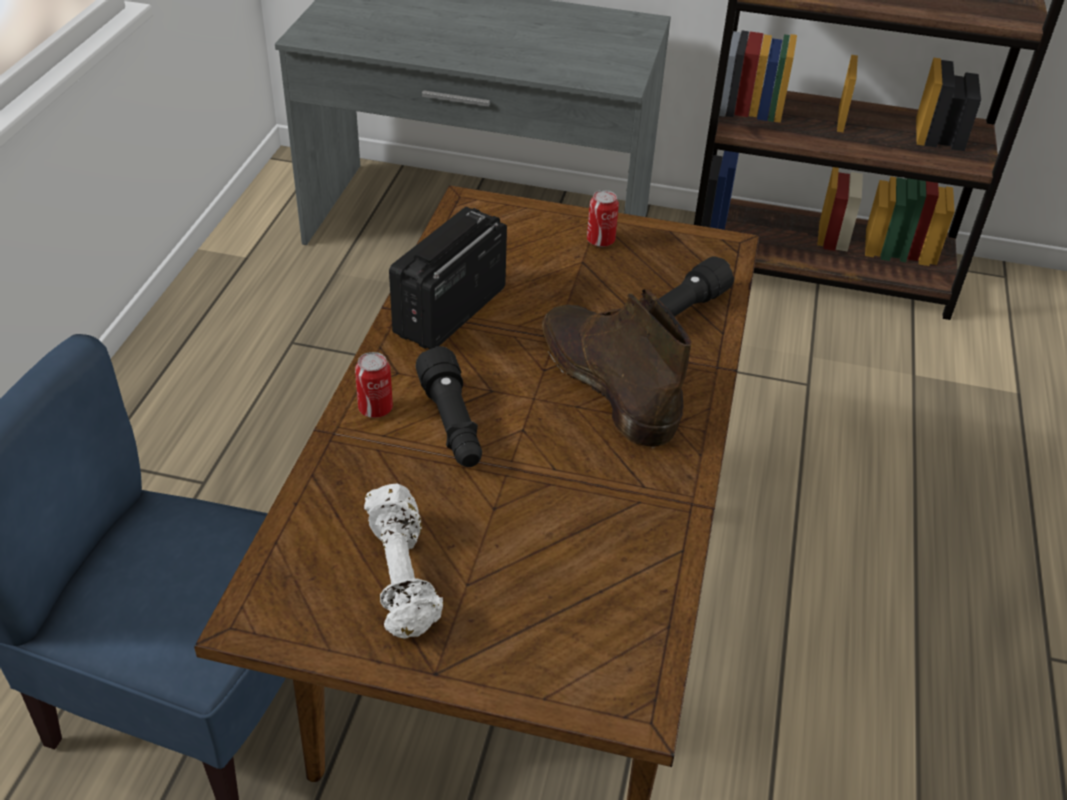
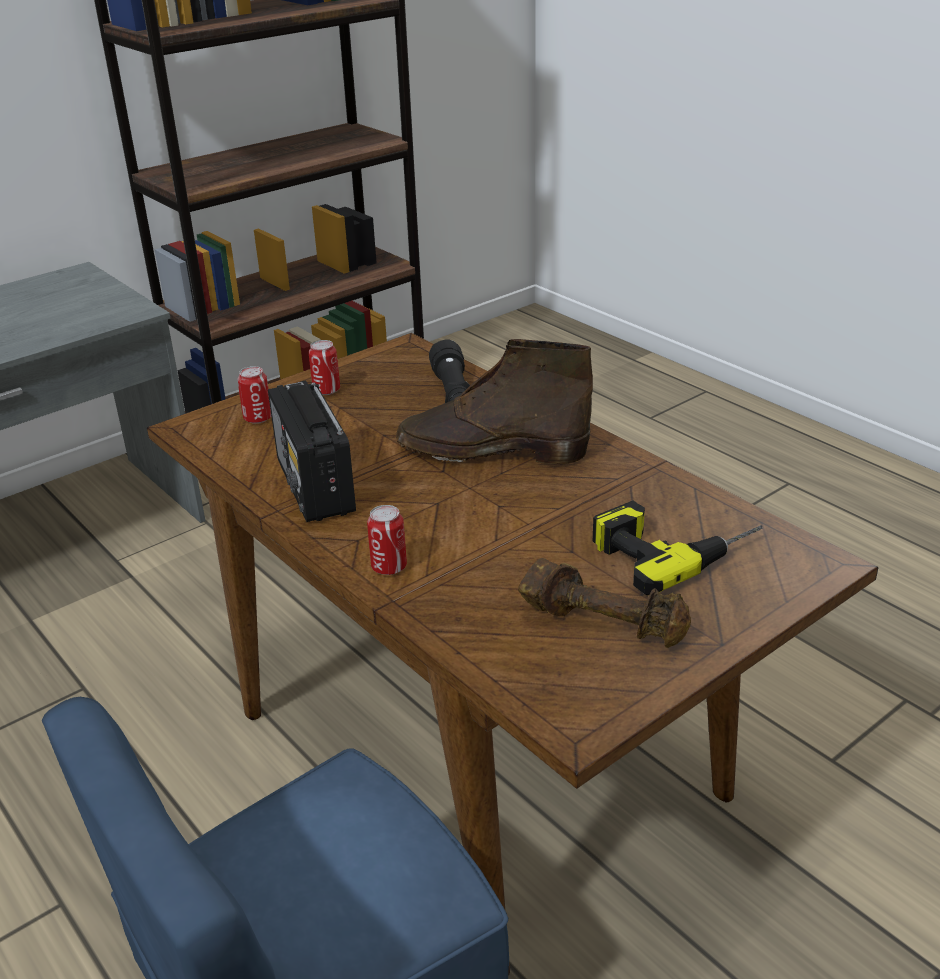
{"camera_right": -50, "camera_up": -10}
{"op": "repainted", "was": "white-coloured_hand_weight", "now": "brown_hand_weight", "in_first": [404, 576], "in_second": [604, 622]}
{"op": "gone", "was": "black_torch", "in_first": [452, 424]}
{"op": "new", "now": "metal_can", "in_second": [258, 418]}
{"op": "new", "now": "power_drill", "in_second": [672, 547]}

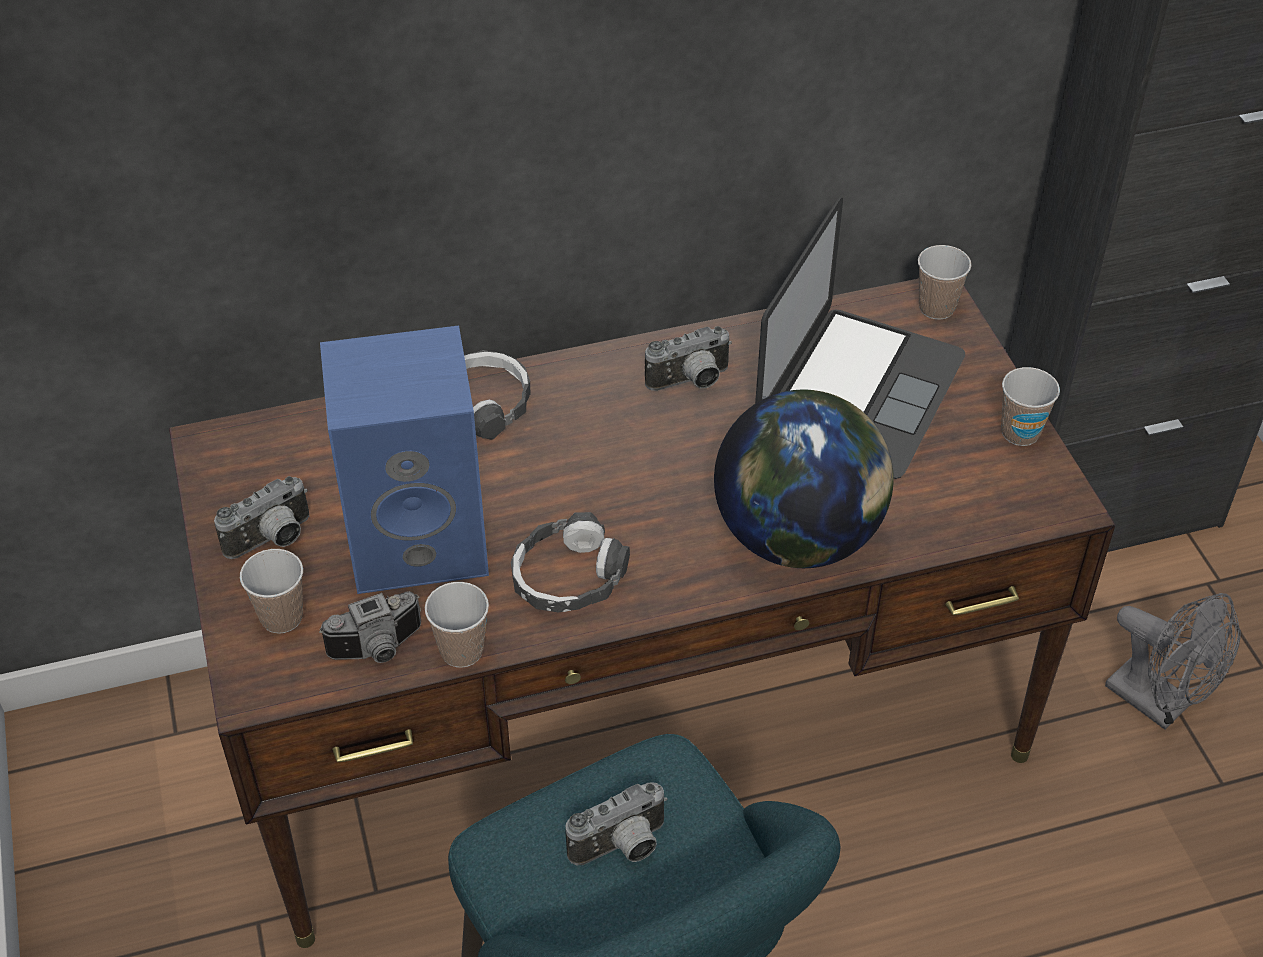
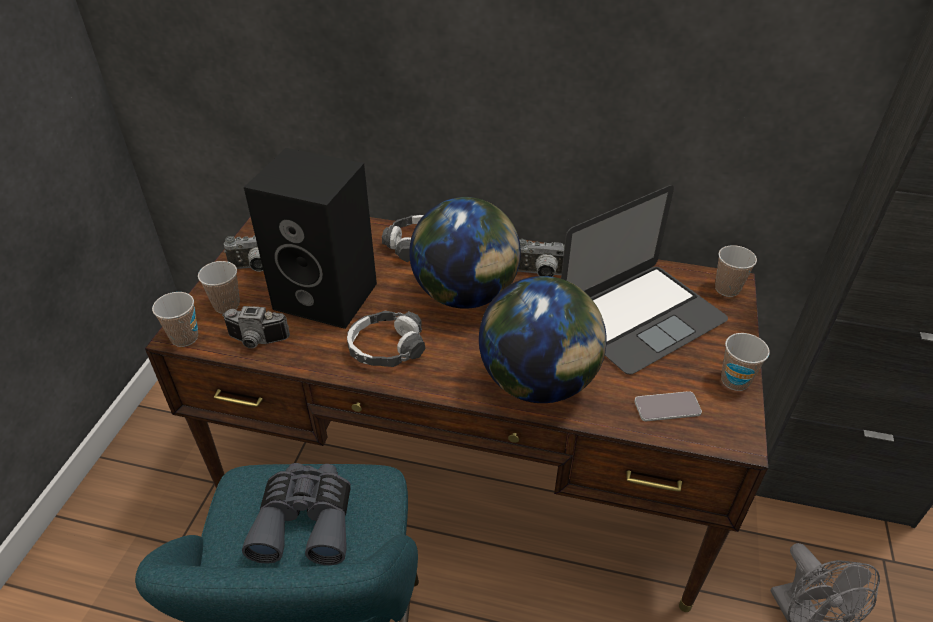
{"camera_right": 30, "camera_up": -5}
{"op": "repainted", "was": "blue-coloured_audio_speaker", "now": "black_audio_speaker", "in_first": [421, 538], "in_second": [329, 295]}
{"op": "shifted", "was": "drinking_cup", "in_first": [461, 651], "in_second": [185, 338]}
{"op": "swapped", "was": "photo_camera", "now": "greyish_pair_of_binoculars", "in_first": [622, 848], "in_second": [306, 521]}
{"op": "new", "now": "desk_globe", "in_second": [465, 294]}
{"op": "new", "now": "phone", "in_second": [667, 407]}

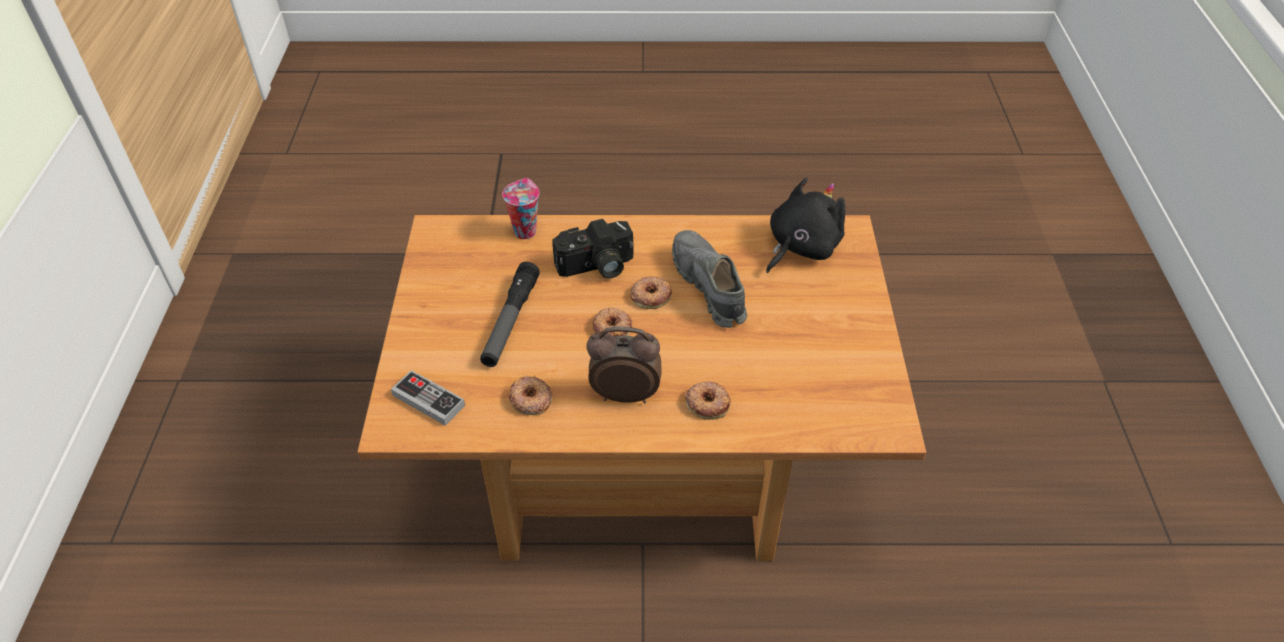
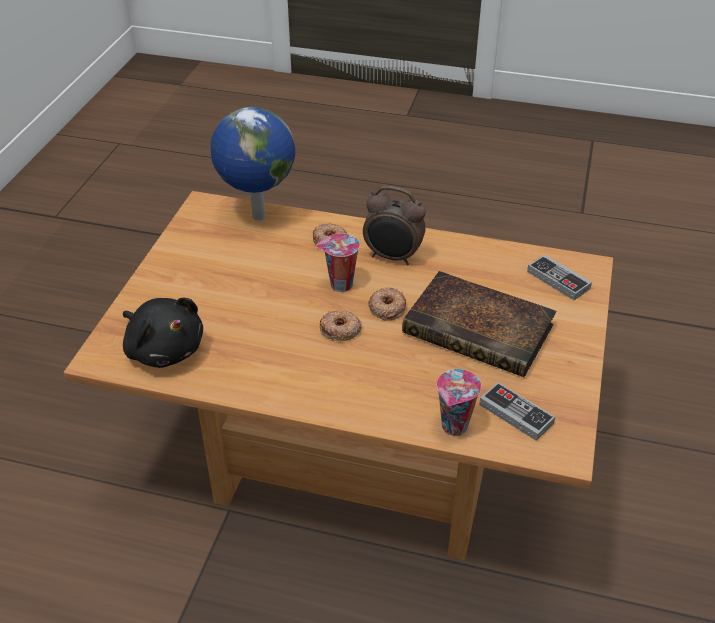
{"camera_right": -165, "camera_up": -5}
{"op": "swapped", "was": "torch", "now": "book", "in_first": [510, 321], "in_second": [482, 330]}
{"op": "gone", "was": "doughnut", "in_first": [530, 399]}
{"op": "gone", "was": "photo_camera", "in_first": [596, 267]}
{"op": "gone", "was": "greyish_low_shoe", "in_first": [708, 286]}
{"op": "rotated", "was": "black_cuddly_toy", "in_first": [800, 247], "in_second": [164, 349], "clockwise": -105}
{"op": "new", "now": "desk_globe", "in_second": [257, 217]}
{"op": "new", "now": "drinking_cup", "in_second": [339, 285]}
{"op": "new", "now": "gamepad", "in_second": [516, 414]}

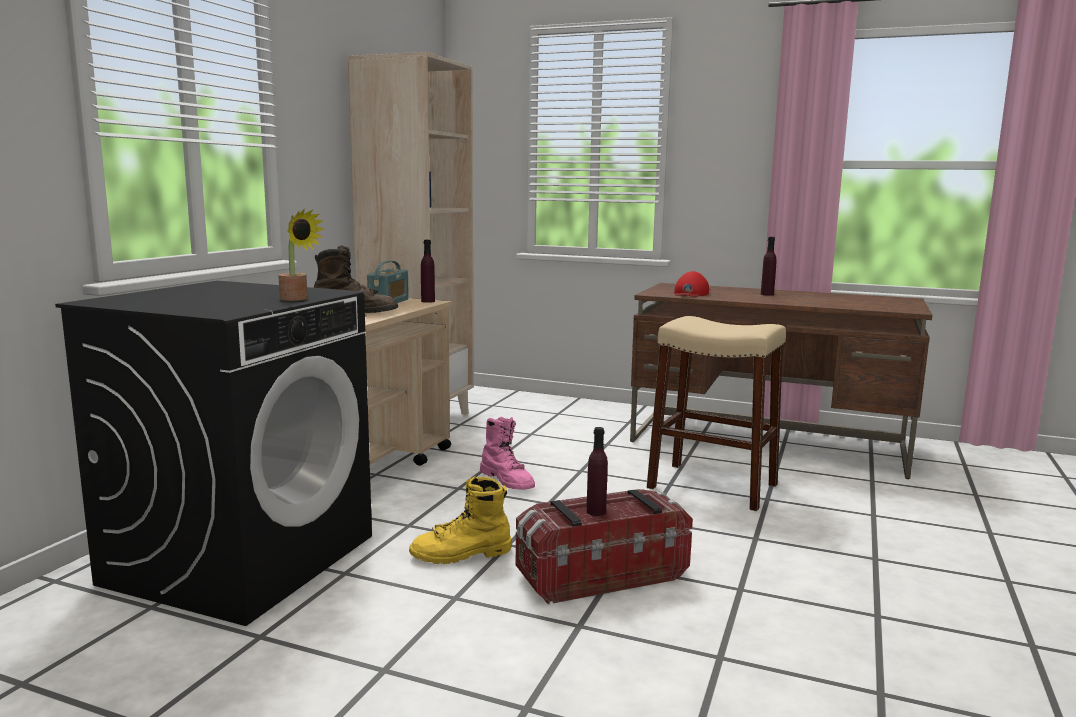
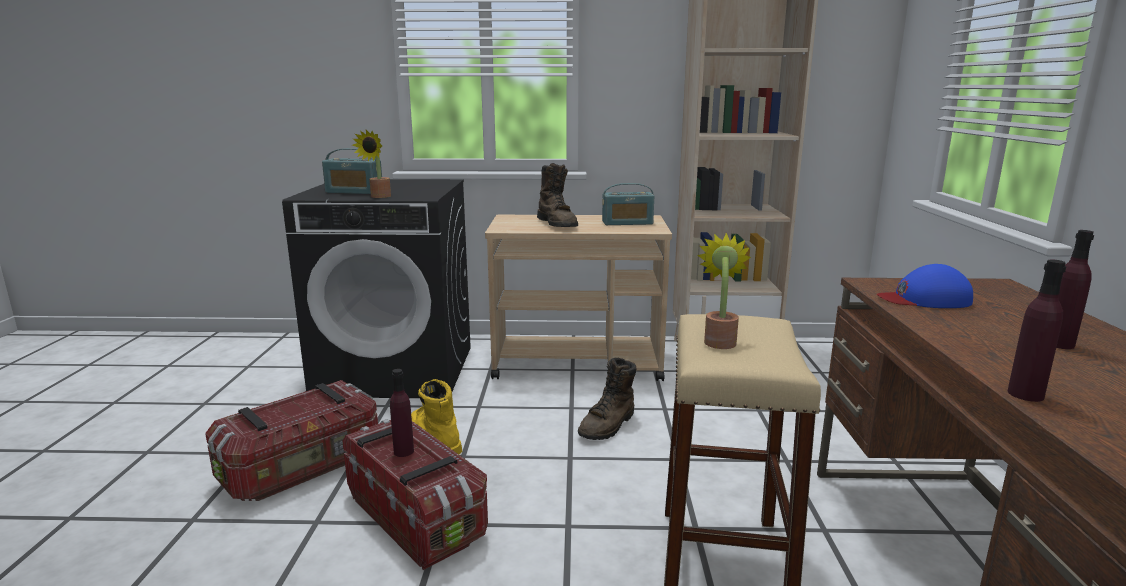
{"camera_right": 70, "camera_up": 5}
{"op": "shifted", "was": "purplish_drink_bottle", "in_first": [428, 301], "in_second": [1025, 394]}
{"op": "repainted", "was": "pinkish_high-top_boot", "now": "brown_high-top_boot", "in_first": [508, 481], "in_second": [608, 426]}
{"op": "repainted", "was": "reddish_cap", "now": "blue-coloured_cap", "in_first": [690, 293], "in_second": [925, 299]}
{"op": "new", "now": "storage_bin", "in_second": [303, 468]}
{"op": "new", "now": "radio", "in_second": [354, 192]}
{"op": "new", "now": "houseplant", "in_second": [719, 340]}

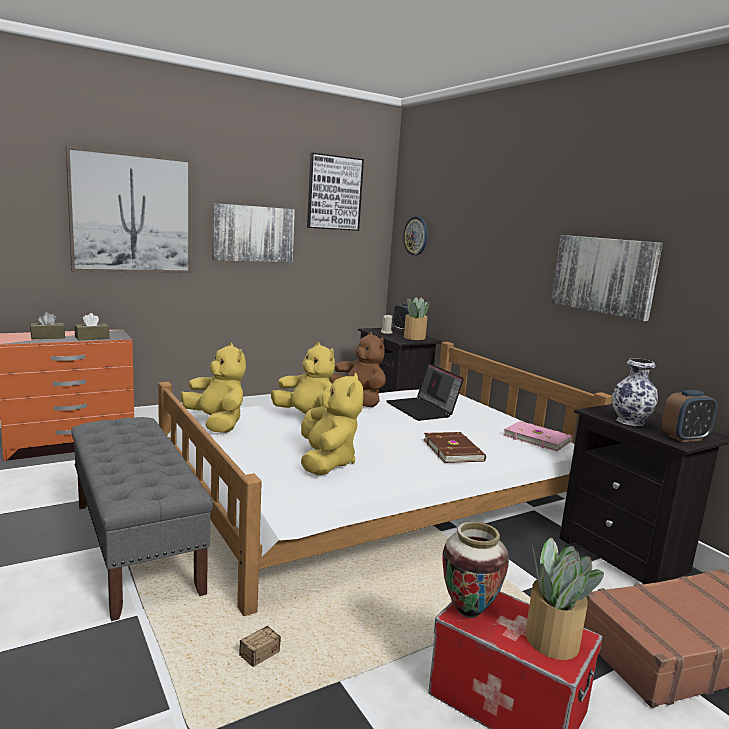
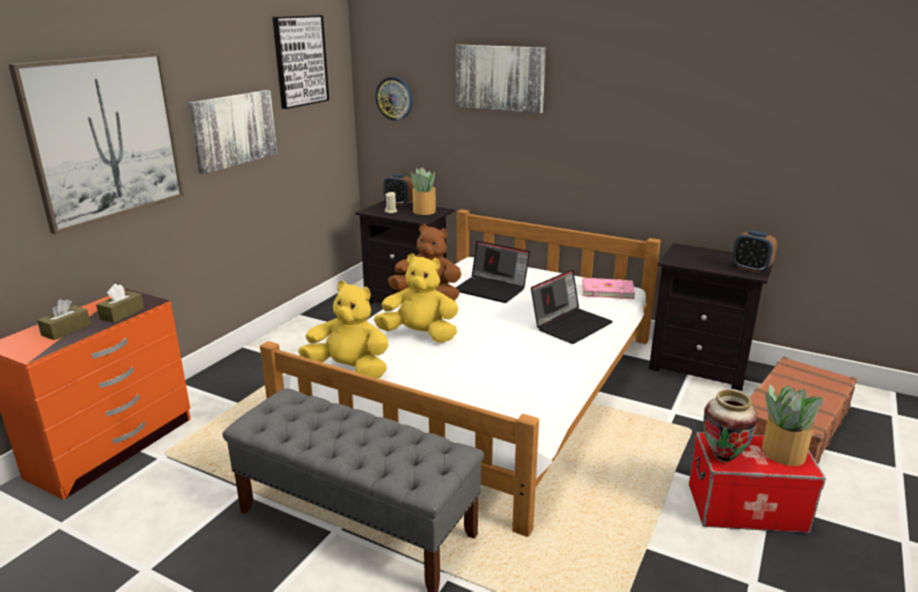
{"camera_right": -30, "camera_up": 10}
{"op": "gone", "was": "storage_bin", "in_first": [240, 666]}
{"op": "gone", "was": "yellow_cuddly_toy", "in_first": [326, 462]}
{"op": "swapped", "was": "brown_book", "now": "laptop", "in_first": [454, 450], "in_second": [571, 324]}
{"op": "shifted", "was": "picture", "in_first": [604, 275], "in_second": [500, 78]}
{"op": "gone", "was": "vase", "in_first": [631, 421]}
{"op": "rotated", "was": "bedside_clock", "in_first": [685, 438], "in_second": [750, 268], "clockwise": 90}

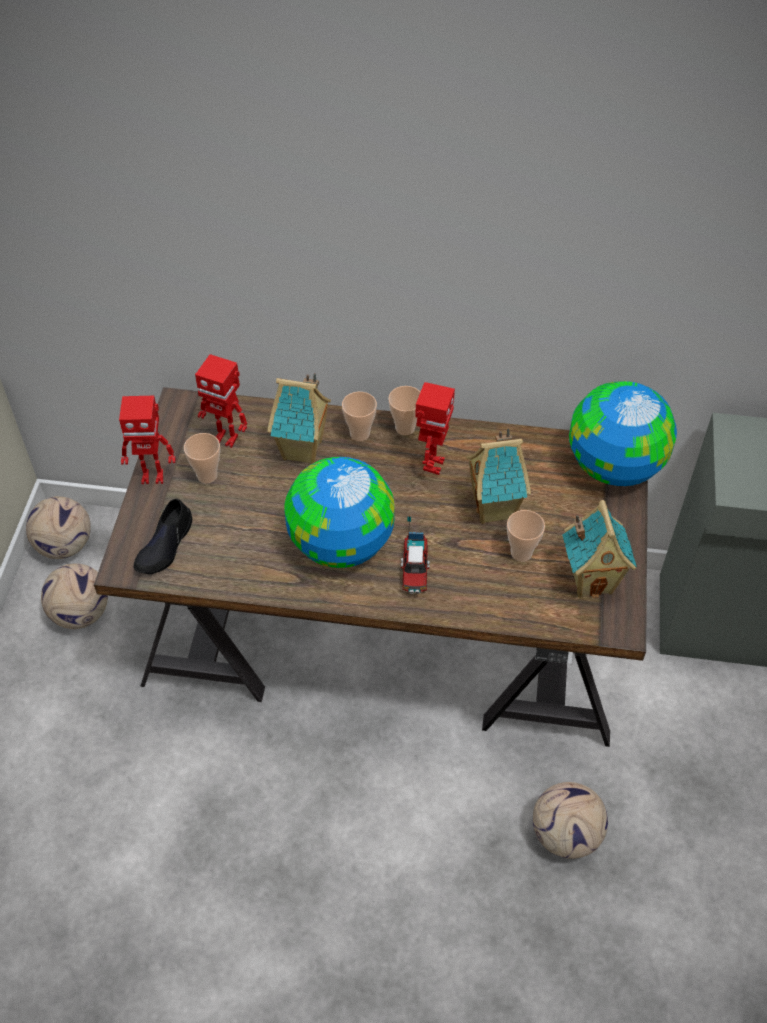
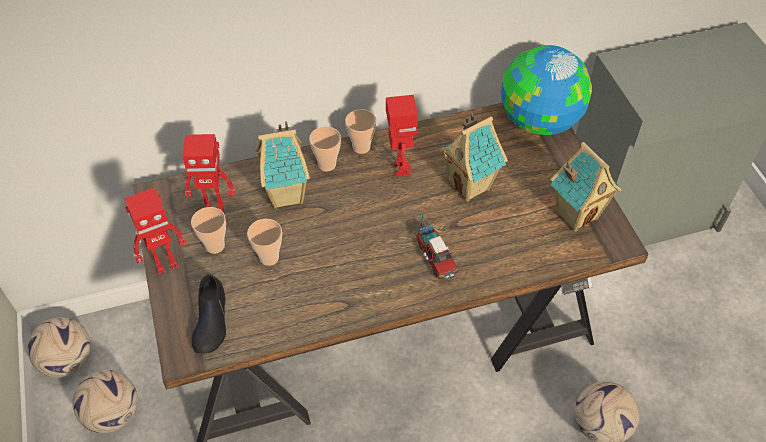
{"camera_right": -25, "camera_up": 0}
{"op": "gone", "was": "desk_globe", "in_first": [340, 544]}
{"op": "shifted", "was": "drinking_cup", "in_first": [521, 553], "in_second": [269, 257]}

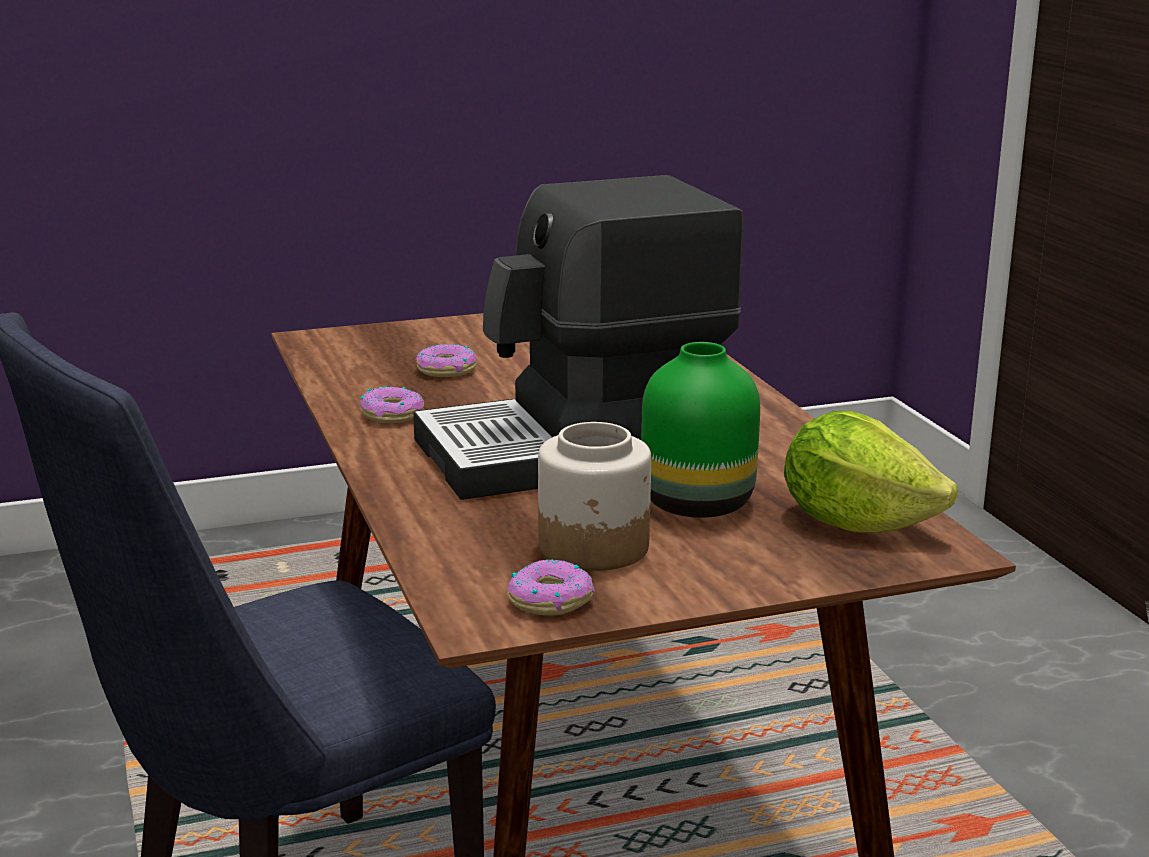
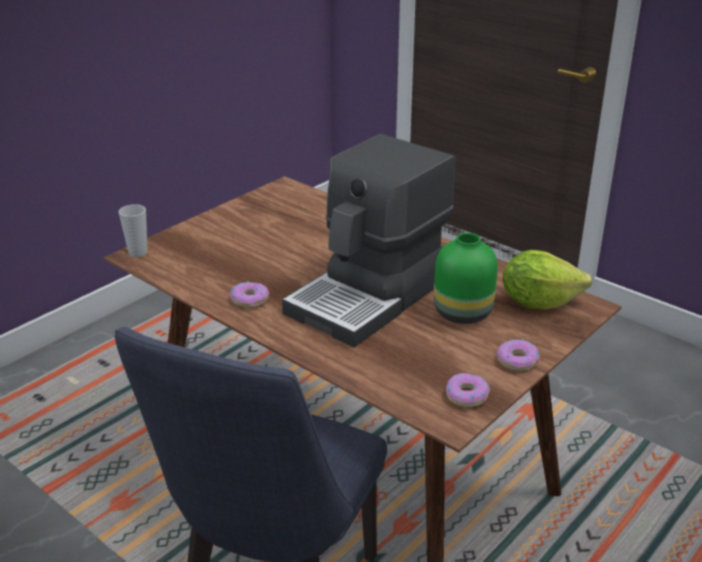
{"camera_right": -30, "camera_up": 10}
{"op": "shifted", "was": "doughnut", "in_first": [446, 370], "in_second": [518, 361]}
{"op": "gone", "was": "storage_jar", "in_first": [594, 547]}
{"op": "new", "now": "drinking_cup", "in_second": [138, 253]}

